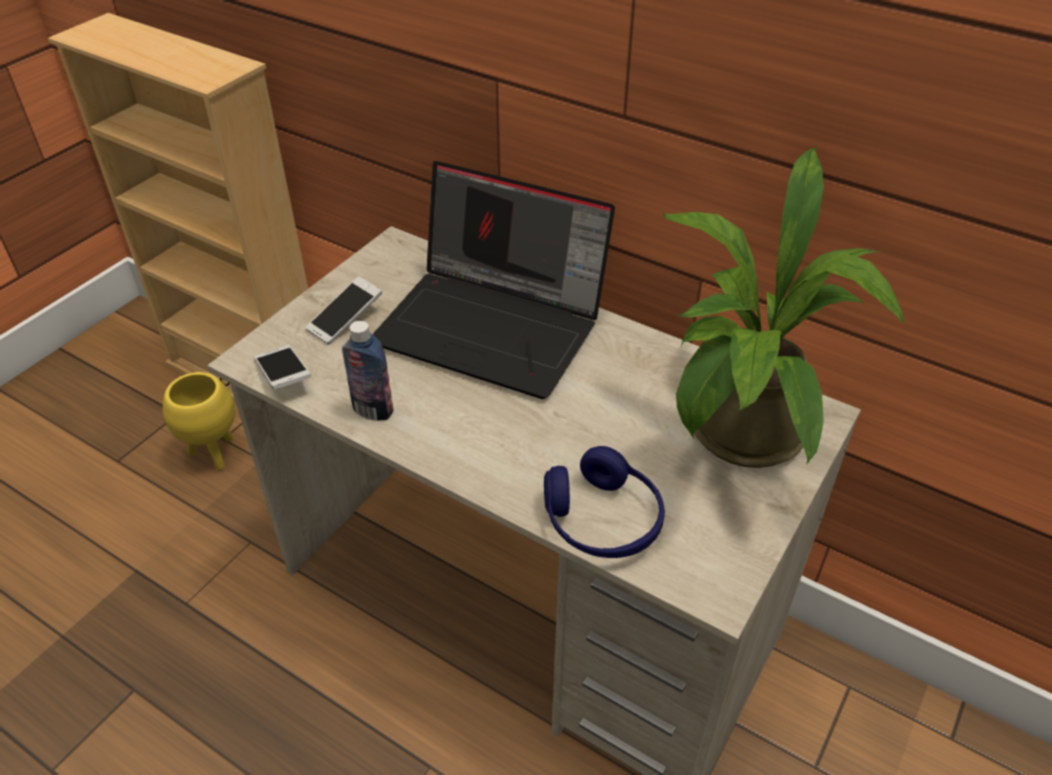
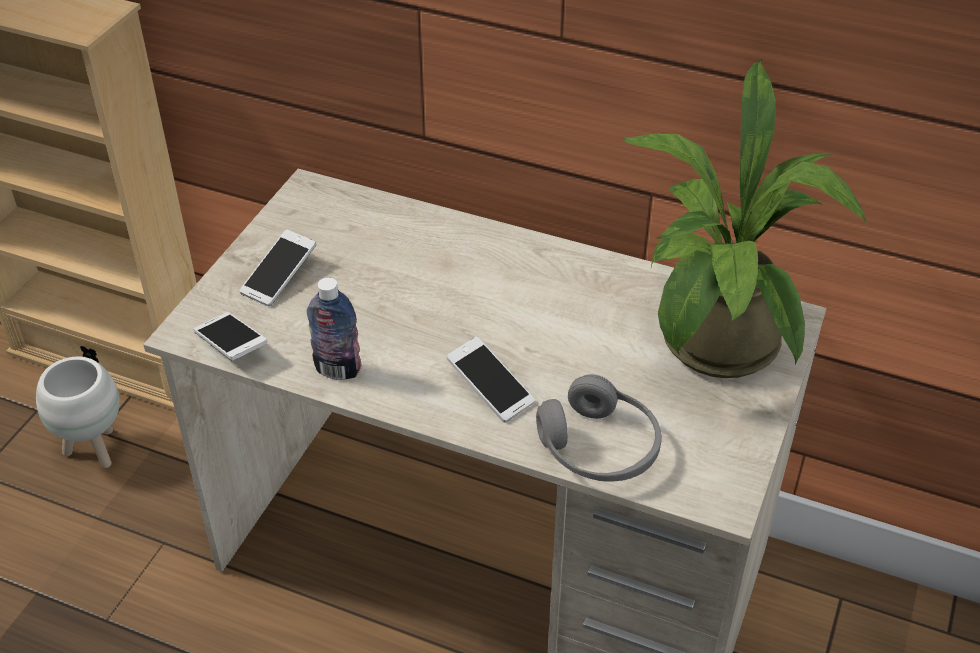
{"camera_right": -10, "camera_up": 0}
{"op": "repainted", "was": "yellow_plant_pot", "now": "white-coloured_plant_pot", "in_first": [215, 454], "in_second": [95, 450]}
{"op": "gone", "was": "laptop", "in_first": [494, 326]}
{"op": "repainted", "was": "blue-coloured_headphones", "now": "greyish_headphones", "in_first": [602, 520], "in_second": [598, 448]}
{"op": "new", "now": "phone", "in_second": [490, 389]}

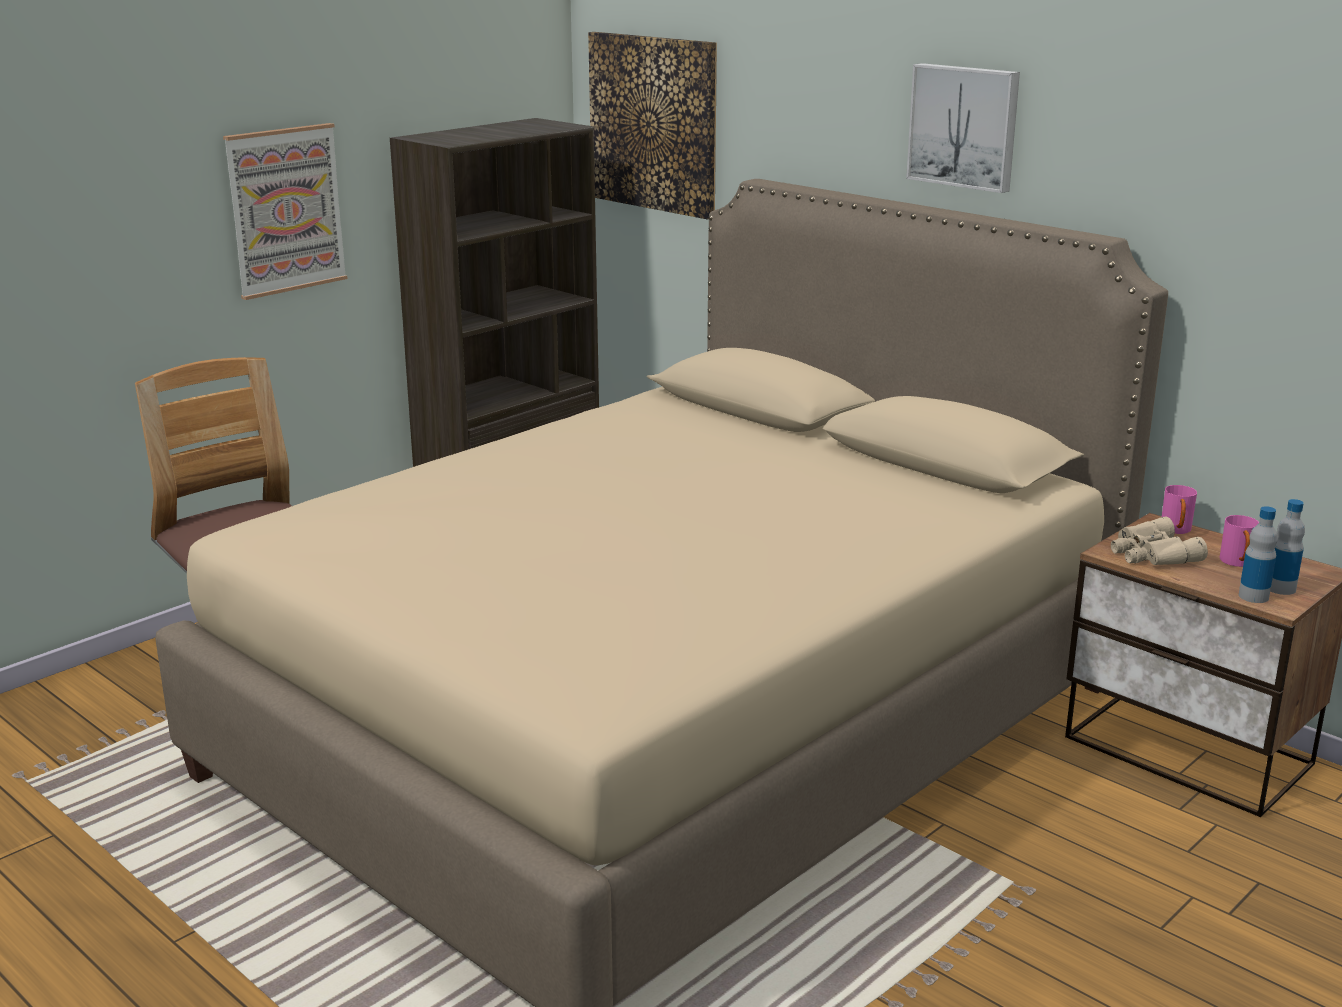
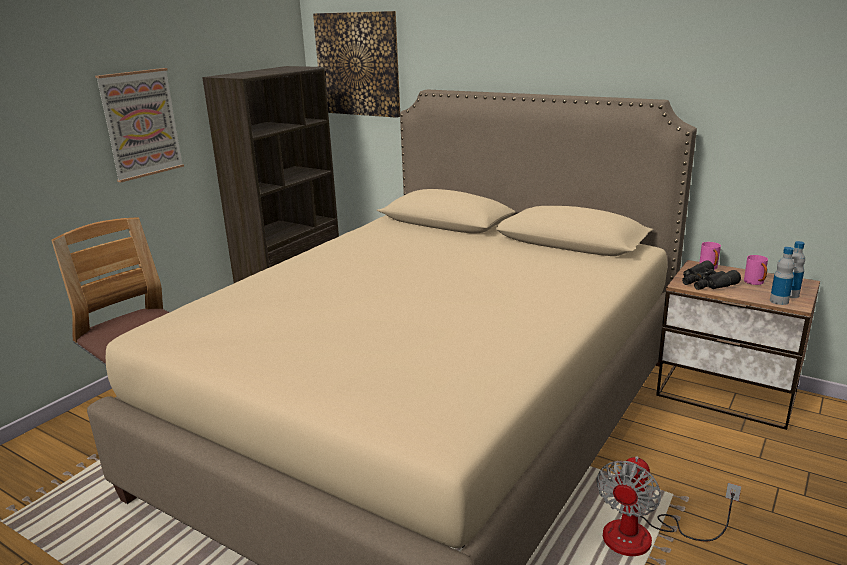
{"camera_right": -10, "camera_up": 0}
{"op": "gone", "was": "picture", "in_first": [965, 126]}
{"op": "repainted", "was": "sand-coloured_pair_of_binoculars", "now": "black_pair_of_binoculars", "in_first": [1151, 554], "in_second": [705, 283]}
{"op": "new", "now": "fan", "in_second": [644, 537]}

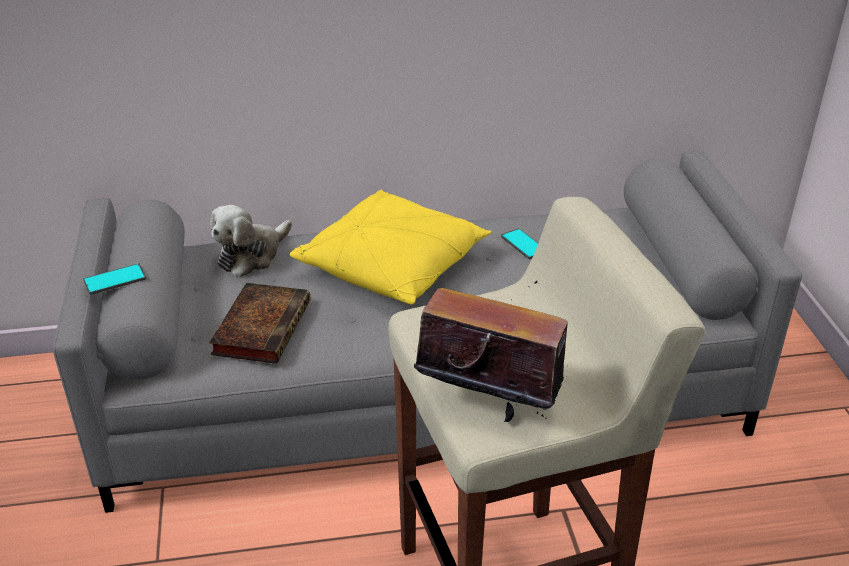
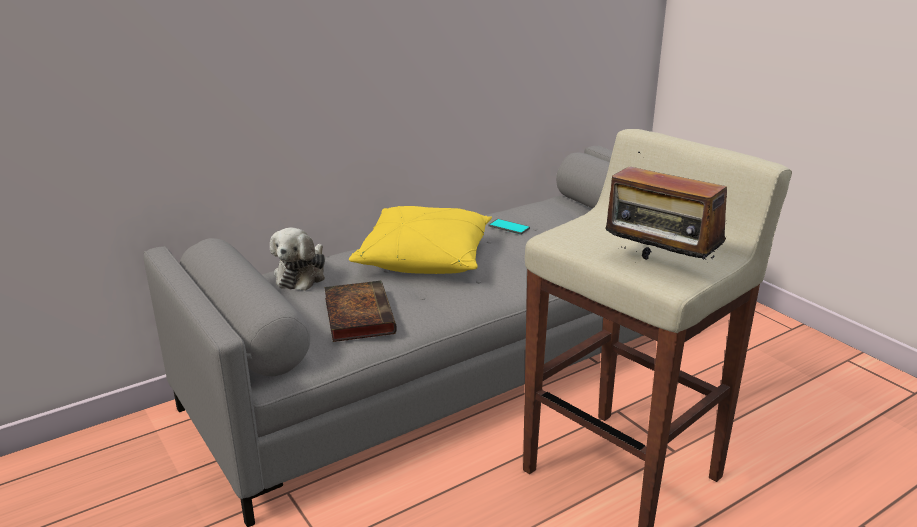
{"camera_right": -25, "camera_up": -10}
{"op": "gone", "was": "phone", "in_first": [115, 280]}
{"op": "rotated", "was": "radio", "in_first": [487, 404], "in_second": [658, 268], "clockwise": -135}

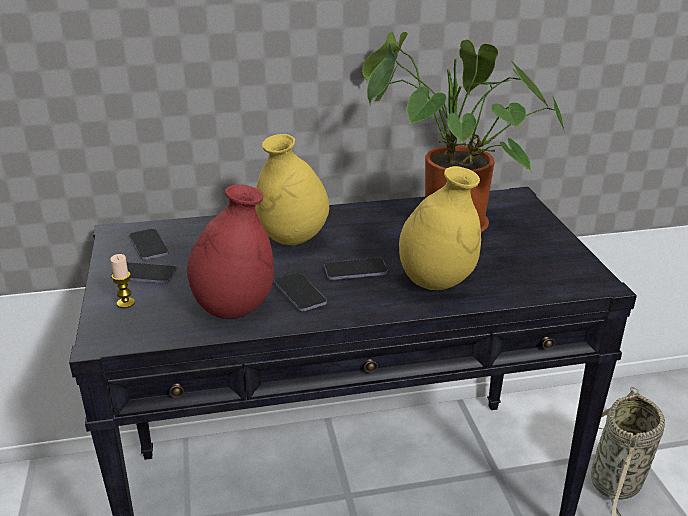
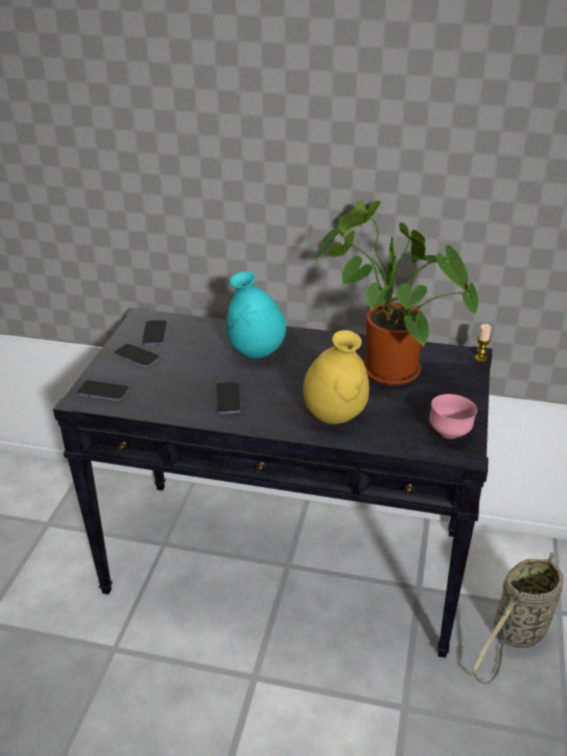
{"camera_right": 25, "camera_up": 5}
{"op": "shifted", "was": "candle", "in_first": [125, 303], "in_second": [480, 358]}
{"op": "gone", "was": "reddish_vase", "in_first": [234, 308]}
{"op": "repainted", "was": "yellow_vase", "now": "turquoise-coloured_vase", "in_first": [292, 240], "in_second": [257, 353]}
{"op": "shifted", "was": "phone", "in_first": [355, 271], "in_second": [103, 392]}
{"op": "new", "now": "pinkish_serving_bowl", "in_second": [450, 433]}

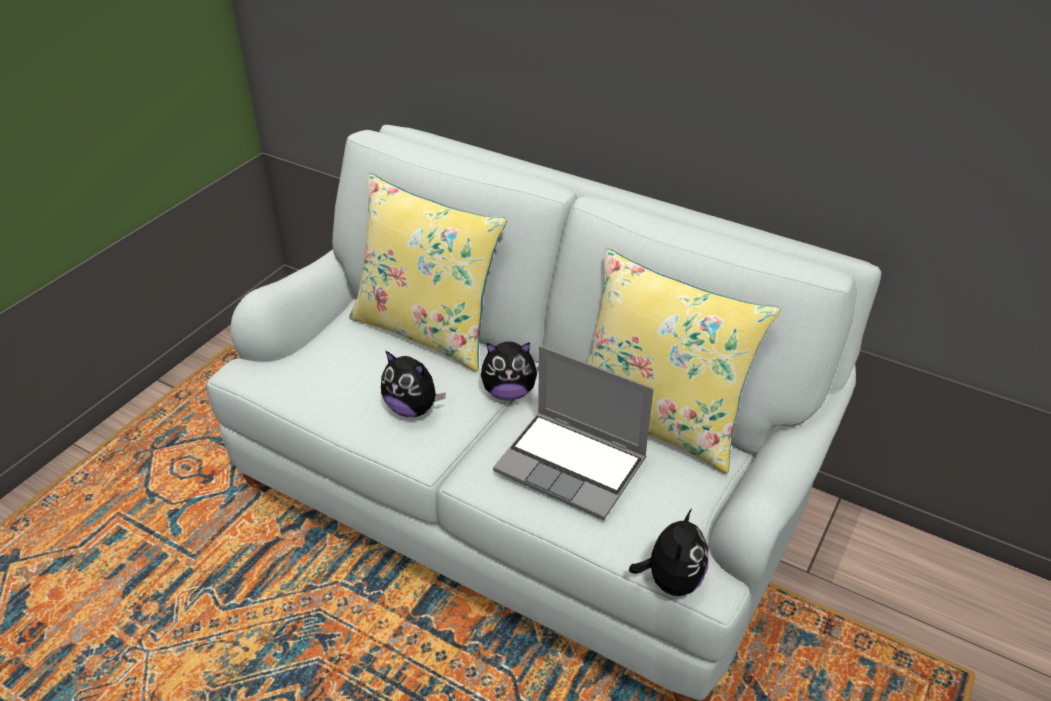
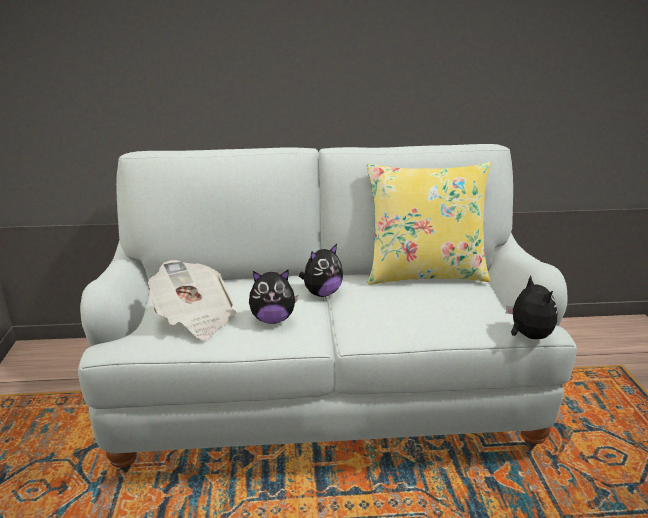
{"camera_right": -35, "camera_up": -15}
{"op": "gone", "was": "yellow_pillow", "in_first": [427, 329]}
{"op": "gone", "was": "laptop", "in_first": [573, 465]}
{"op": "new", "now": "newspaper", "in_second": [195, 318]}

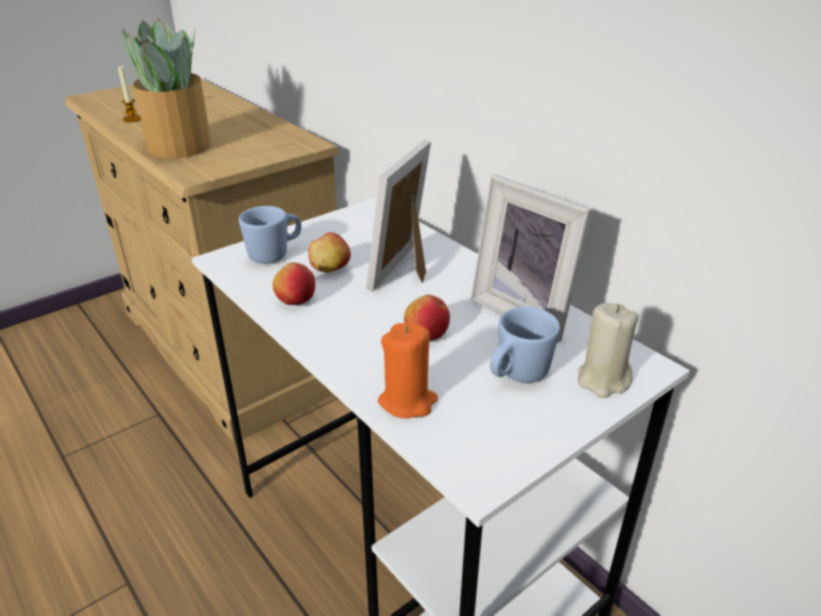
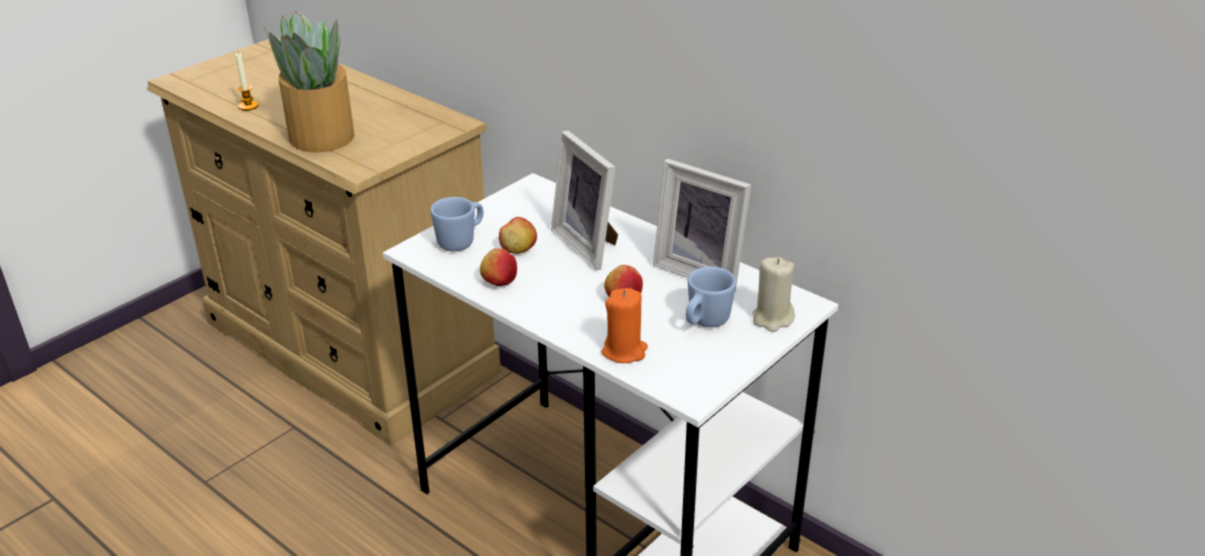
{"camera_right": -10, "camera_up": 0}
{"op": "rotated", "was": "picture_frame", "in_first": [408, 271], "in_second": [590, 245], "clockwise": -45}

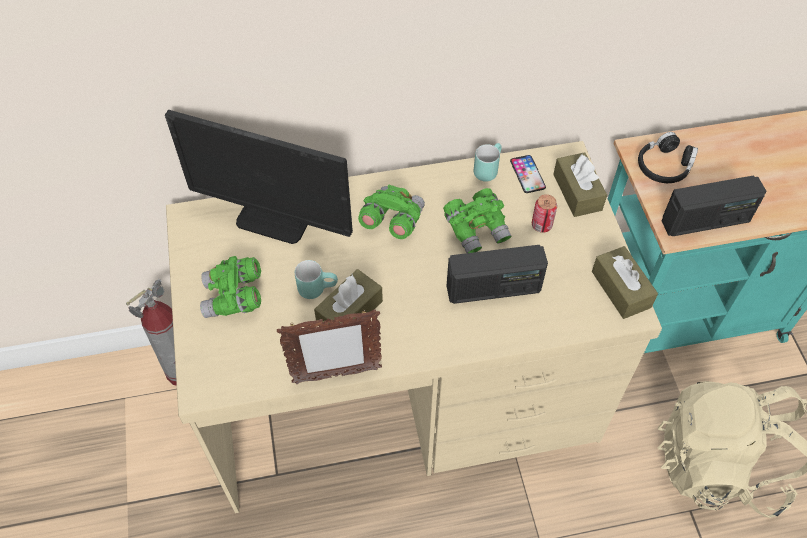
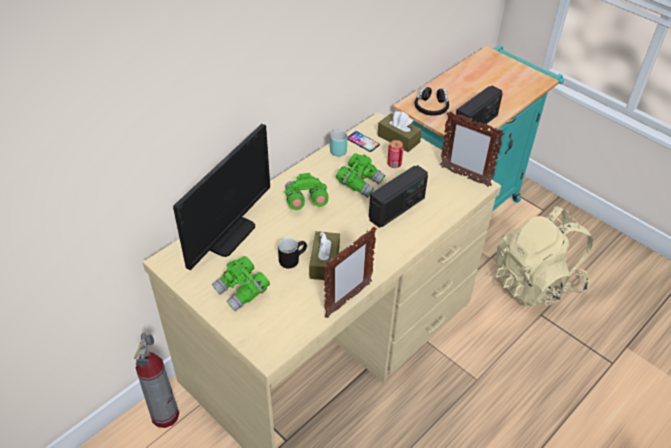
{"camera_right": -35, "camera_up": -10}
{"op": "rotated", "was": "monitor", "in_first": [274, 218], "in_second": [228, 234], "clockwise": -45}
{"op": "repainted", "was": "turquoise-coloured_coffee_mug", "now": "black_coffee_mug", "in_first": [317, 287], "in_second": [292, 259]}
{"op": "swapped", "was": "brown_tissue_holder", "now": "picture_frame", "in_first": [621, 289], "in_second": [464, 176]}

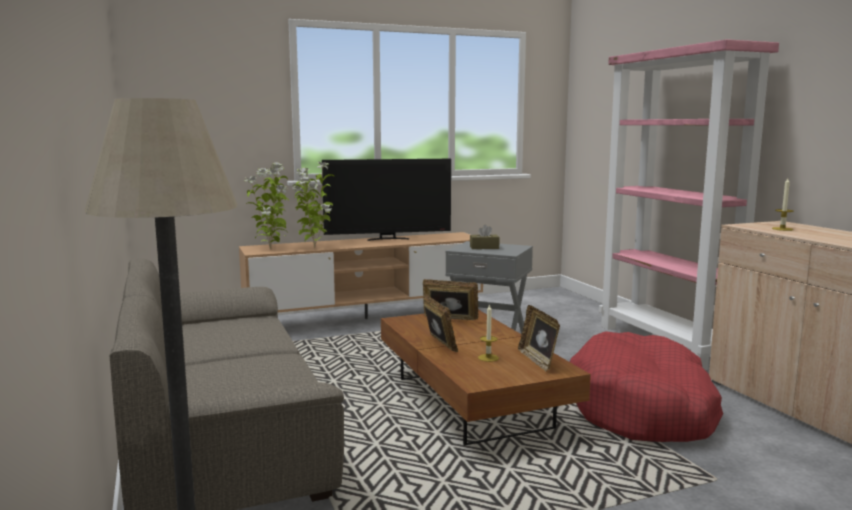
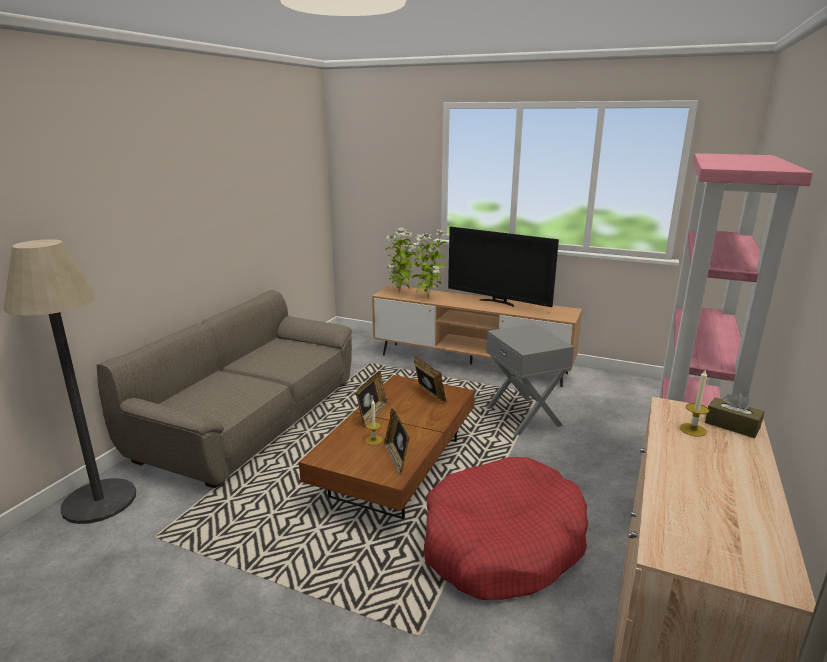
{"camera_right": 45, "camera_up": 10}
{"op": "shifted", "was": "brown_tissue_holder", "in_first": [484, 247], "in_second": [732, 425]}
{"op": "rotated", "was": "picture_frame", "in_first": [538, 360], "in_second": [397, 459], "clockwise": -45}

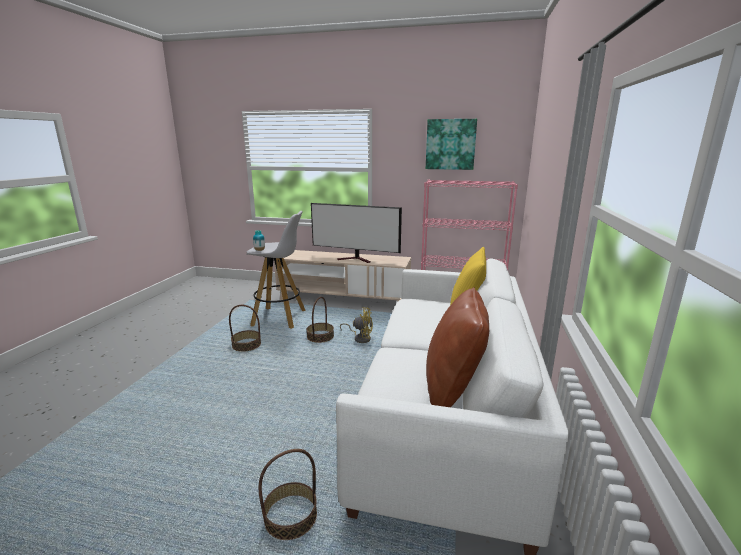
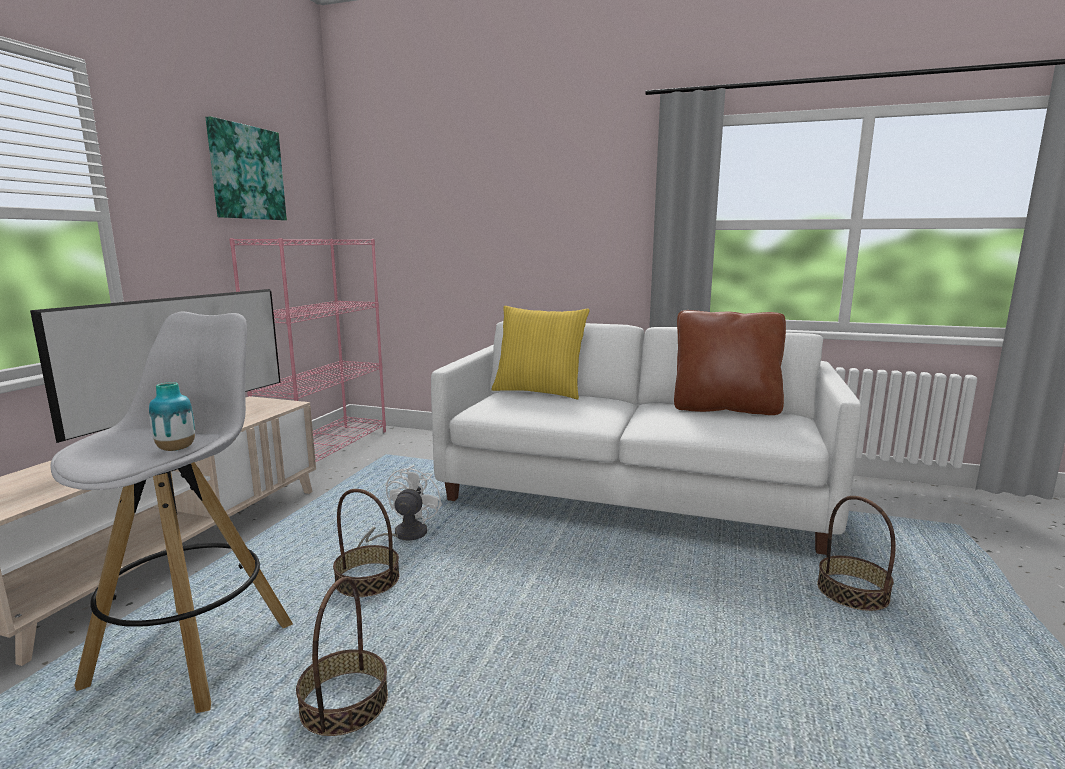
{"camera_right": -85, "camera_up": -5}
{"op": "repainted", "was": "yellow_fan", "now": "white-coloured_fan", "in_first": [360, 338], "in_second": [403, 536]}

